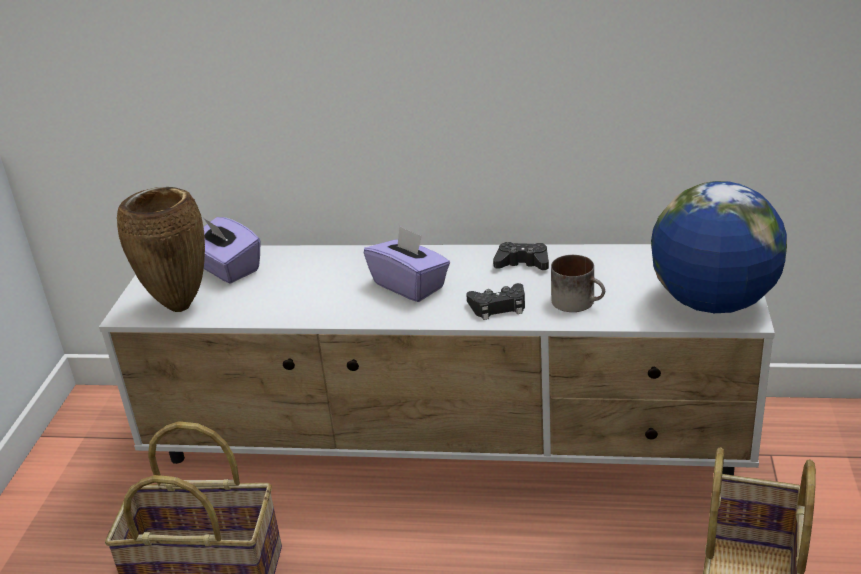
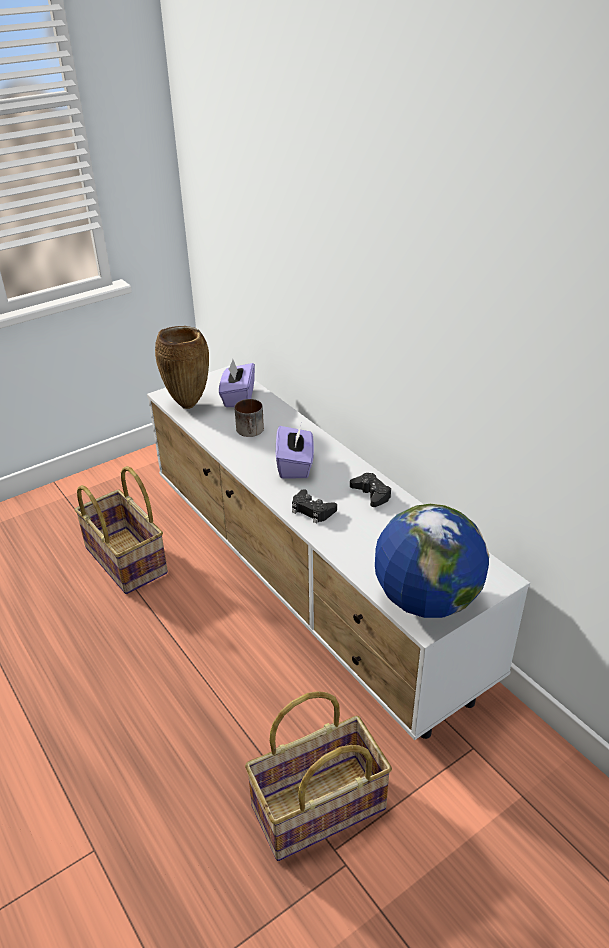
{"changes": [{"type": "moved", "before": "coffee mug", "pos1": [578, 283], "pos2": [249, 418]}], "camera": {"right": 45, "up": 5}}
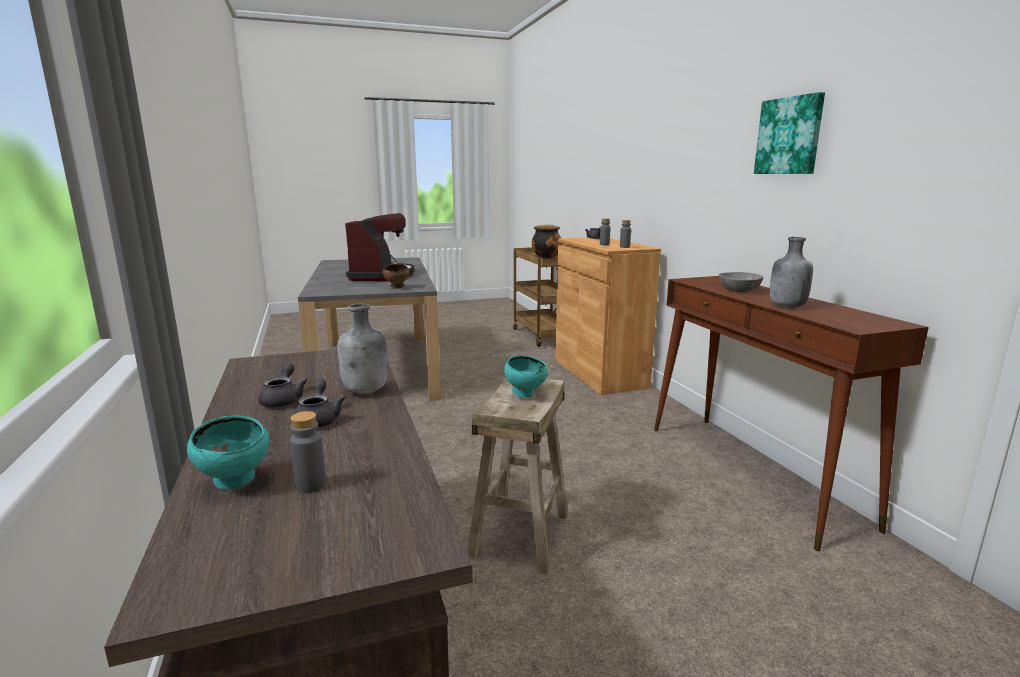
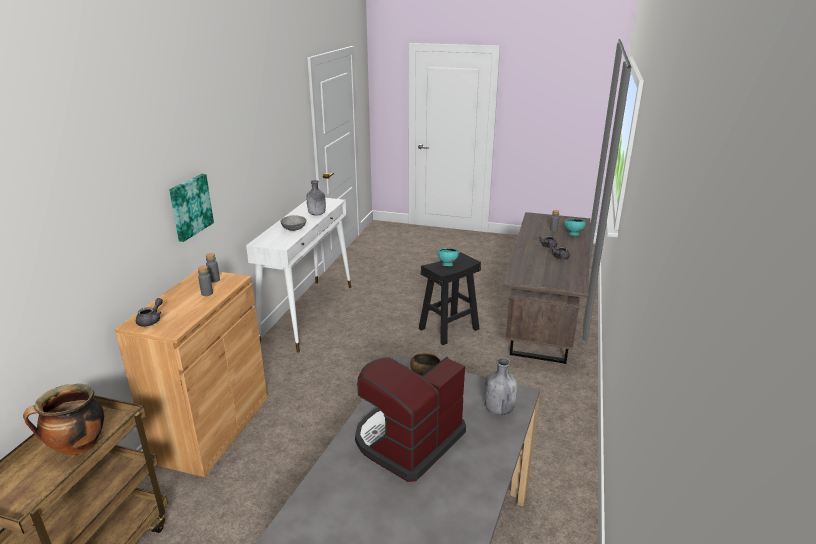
{"changes": [{"type": "moved", "before": "picture", "pos1": [789, 133], "pos2": [191, 208]}, {"type": "recoloured", "before": "brown-coloured narrow table", "after": "whitish narrow table", "pos1": [791, 413], "pos2": [298, 275]}, {"type": "moved", "before": "gray bottle", "pos1": [363, 348], "pos2": [501, 386]}, {"type": "recoloured", "before": "sand-coloured stool seat", "after": "blackish stool seat", "pos1": [517, 476], "pos2": [450, 298]}], "camera": {"right": -145, "up": 10}}
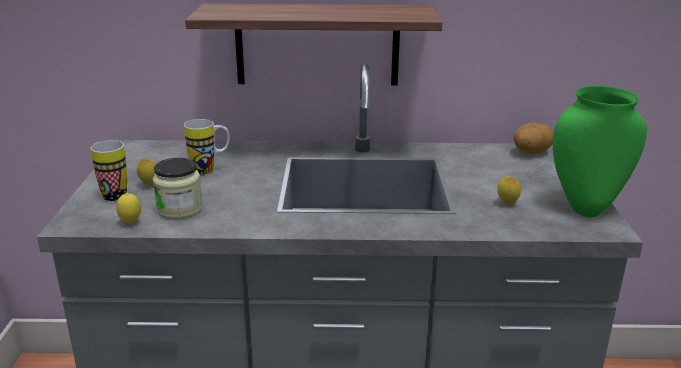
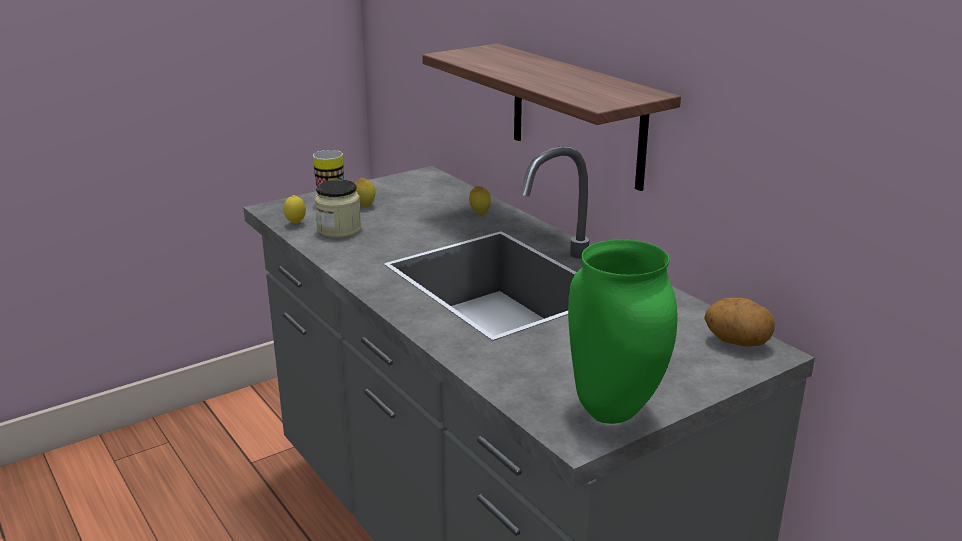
{"changes": [{"type": "removed", "before": "coffee mug", "pos1": [207, 147]}, {"type": "moved", "before": "lemon", "pos1": [509, 190], "pos2": [480, 200]}], "camera": {"right": 55, "up": 0}}
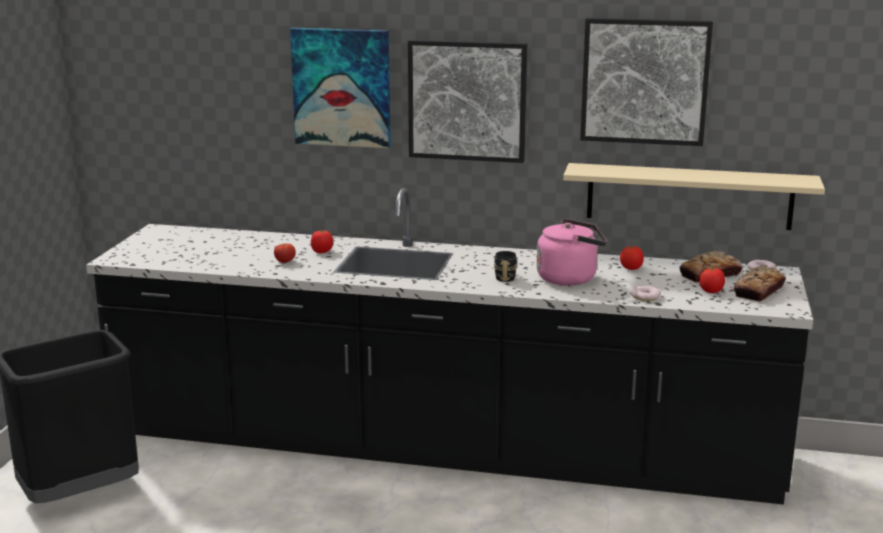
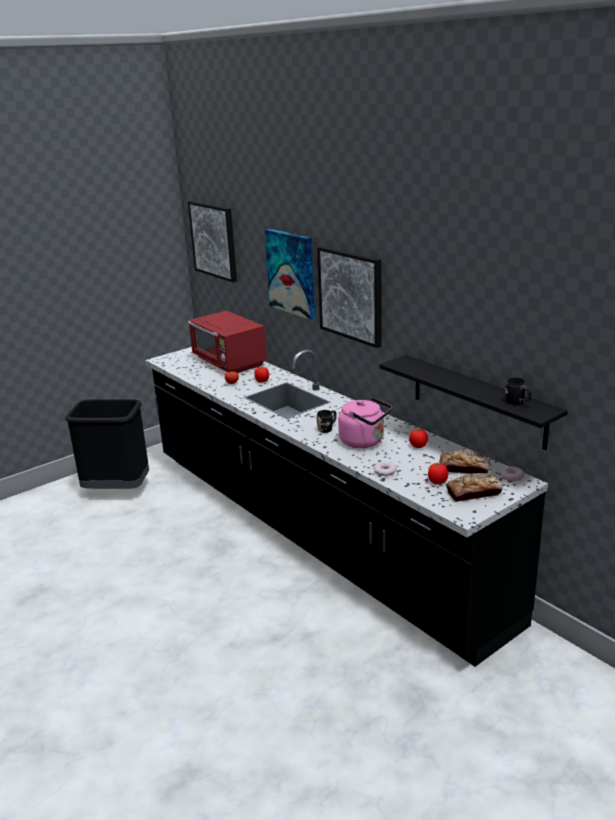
{"changes": [{"type": "moved", "before": "picture", "pos1": [646, 82], "pos2": [212, 241]}, {"type": "recoloured", "before": "sand-coloured bracket shelf", "after": "blackish bracket shelf", "pos1": [694, 196], "pos2": [473, 402]}, {"type": "added", "after": "reddish microwave oven", "pos2": [227, 342]}, {"type": "added", "after": "blackish coffee mug", "pos2": [518, 391]}], "camera": {"right": 40, "up": 5}}
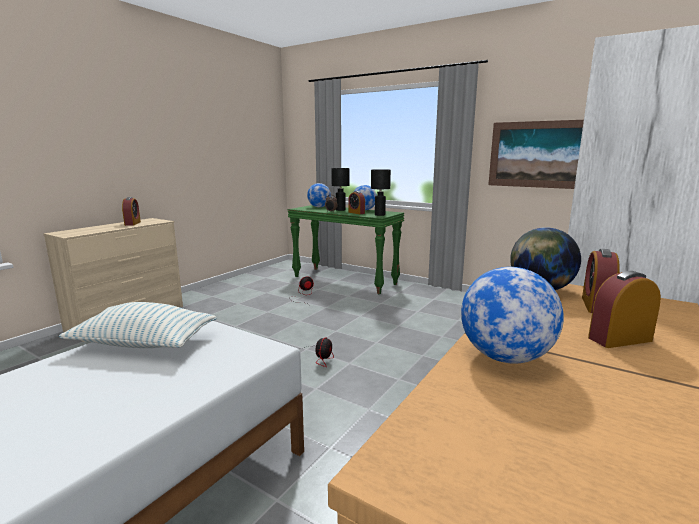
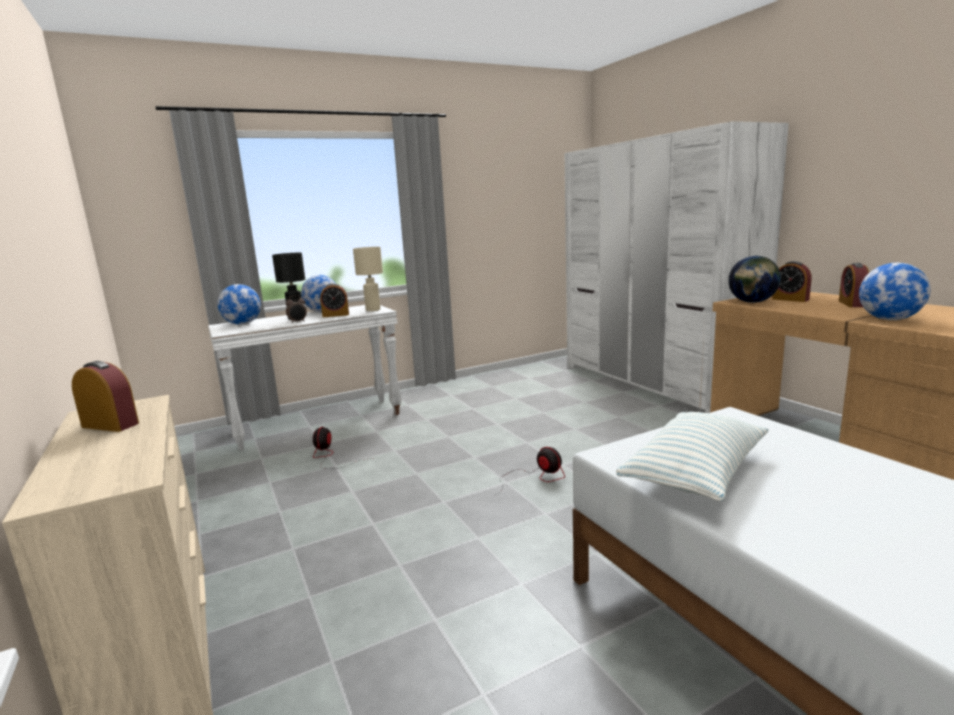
{"changes": [{"type": "removed", "before": "picture", "pos1": [536, 154]}, {"type": "recoloured", "before": "blackish lamp for a table", "after": "sand-coloured lamp for a table", "pos1": [381, 192], "pos2": [368, 279]}, {"type": "recoloured", "before": "green-coloured narrow table", "after": "whitish narrow table", "pos1": [346, 249], "pos2": [305, 378]}], "camera": {"right": -60, "up": 0}}
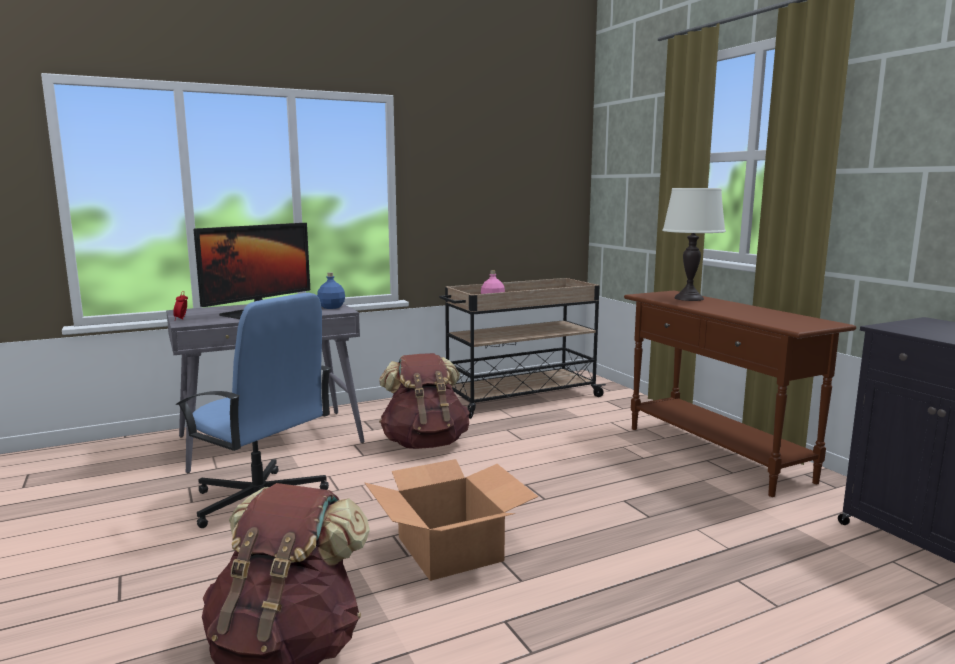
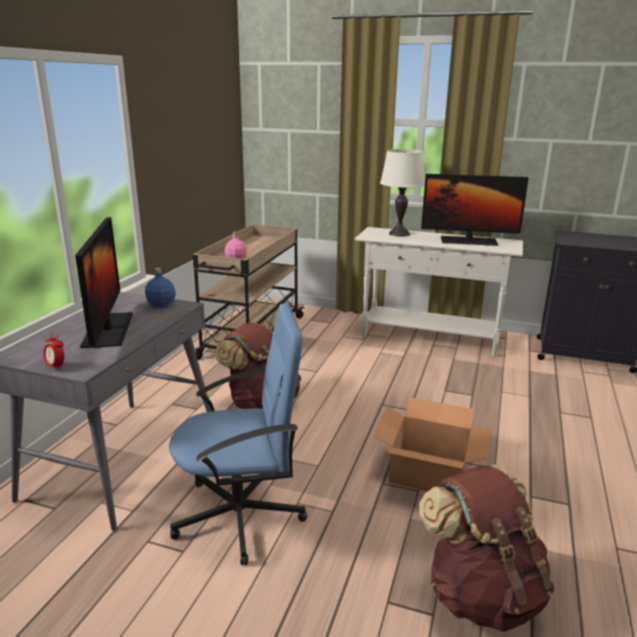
{"changes": [{"type": "recoloured", "before": "brown-coloured narrow table", "after": "whitish narrow table", "pos1": [740, 394], "pos2": [439, 292]}, {"type": "added", "after": "monitor", "pos2": [475, 210]}], "camera": {"right": -45, "up": 10}}
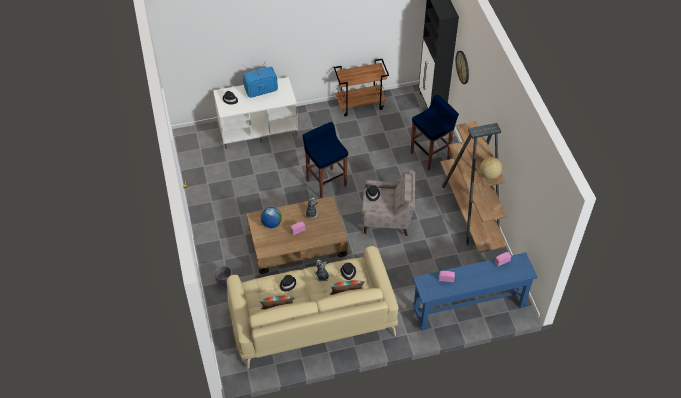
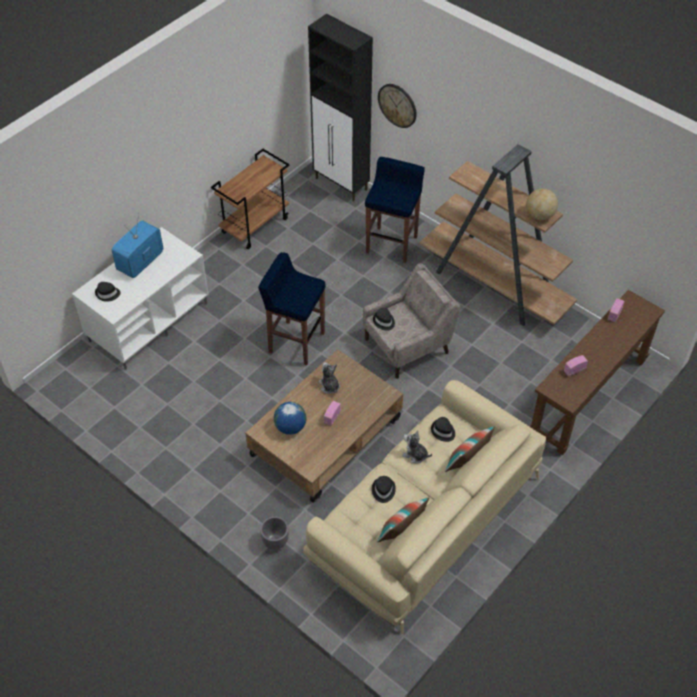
{"changes": [{"type": "recoloured", "before": "blue-coloured narrow table", "after": "brown-coloured narrow table", "pos1": [475, 291], "pos2": [597, 372]}], "camera": {"right": -35, "up": 0}}
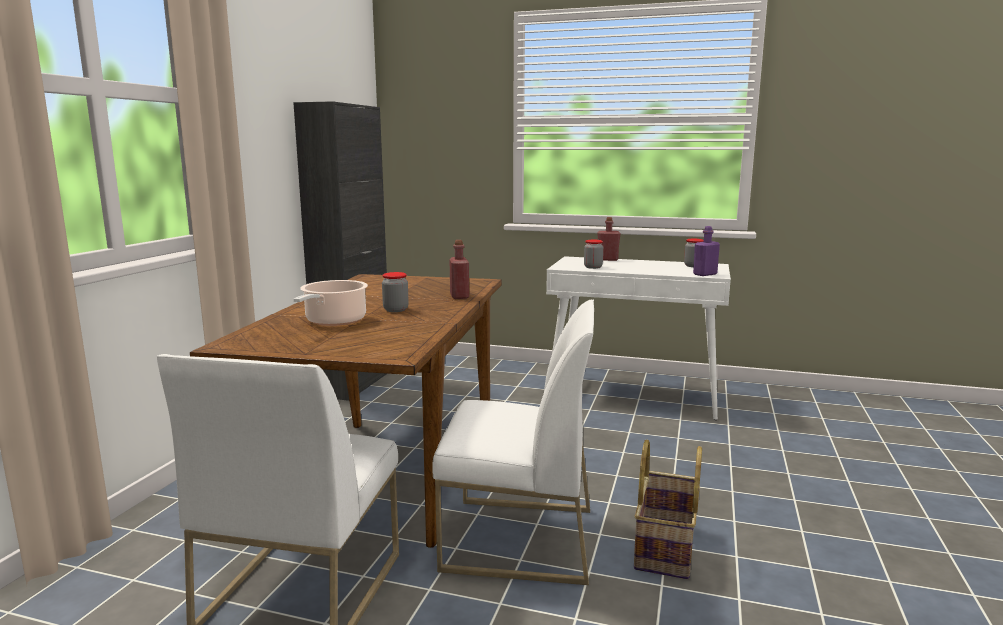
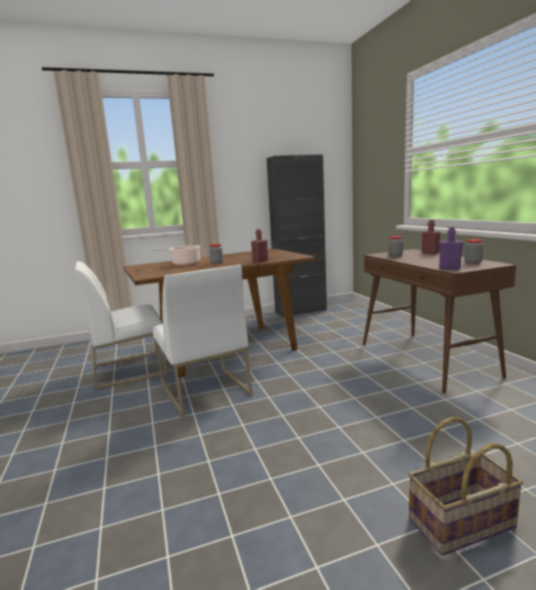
{"changes": [{"type": "recoloured", "before": "whitish narrow table", "after": "brown-coloured narrow table", "pos1": [638, 338], "pos2": [439, 321]}, {"type": "moved", "before": "storage basket", "pos1": [668, 509], "pos2": [466, 486]}], "camera": {"right": 55, "up": 0}}
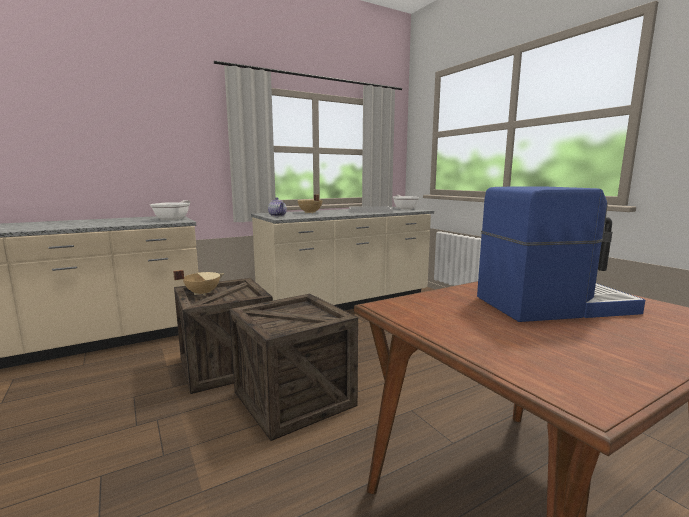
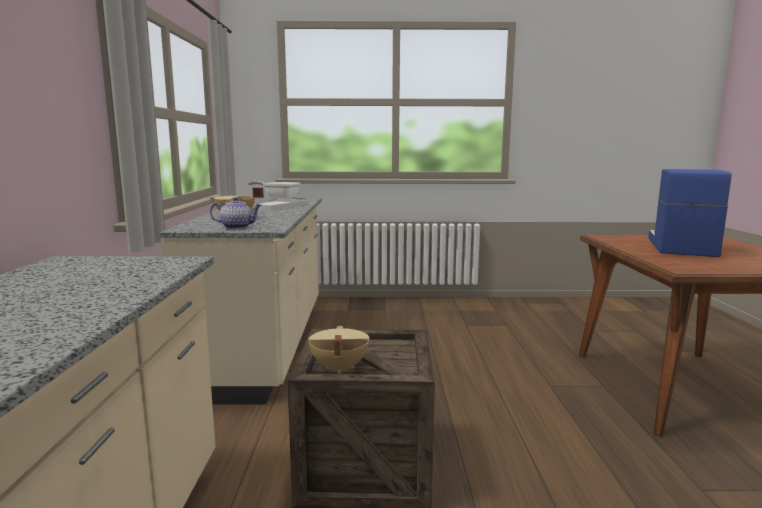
{"changes": [{"type": "removed", "before": "pan", "pos1": [170, 210]}, {"type": "removed", "before": "shipping crate", "pos1": [293, 367]}], "camera": {"right": -60, "up": 0}}
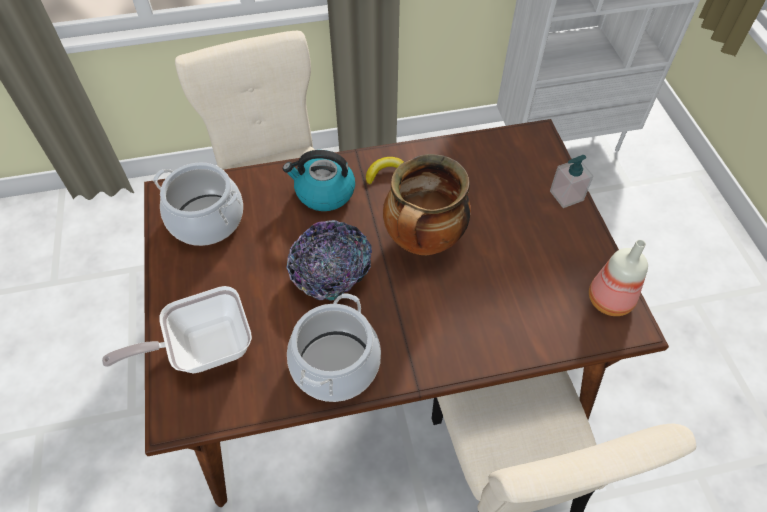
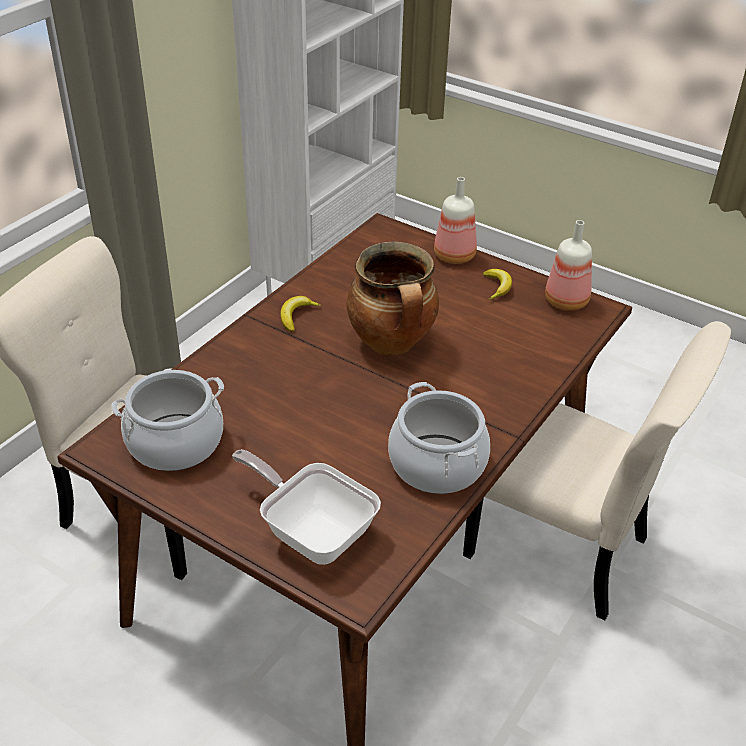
{"changes": [{"type": "removed", "before": "tea kettle", "pos1": [319, 180]}, {"type": "replaced", "before": "liquid soap bottle", "after": "bottle", "pos1": [572, 181], "pos2": [455, 220]}, {"type": "removed", "before": "serving bowl", "pos1": [329, 260]}, {"type": "turned", "before": "pan", "pos1": [177, 330], "pos2": [306, 507], "turn": 105}, {"type": "added", "after": "whole banana", "pos2": [497, 284]}], "camera": {"right": -45, "up": -15}}
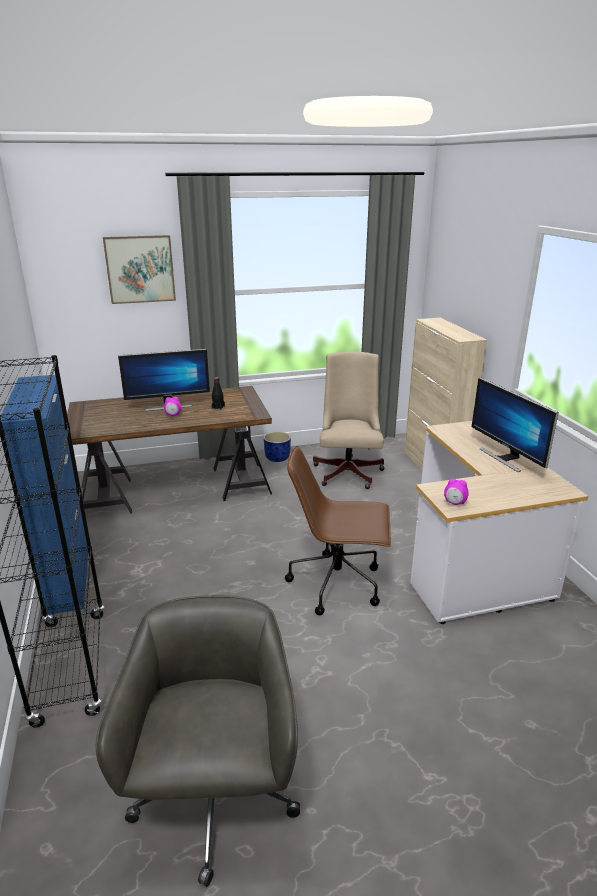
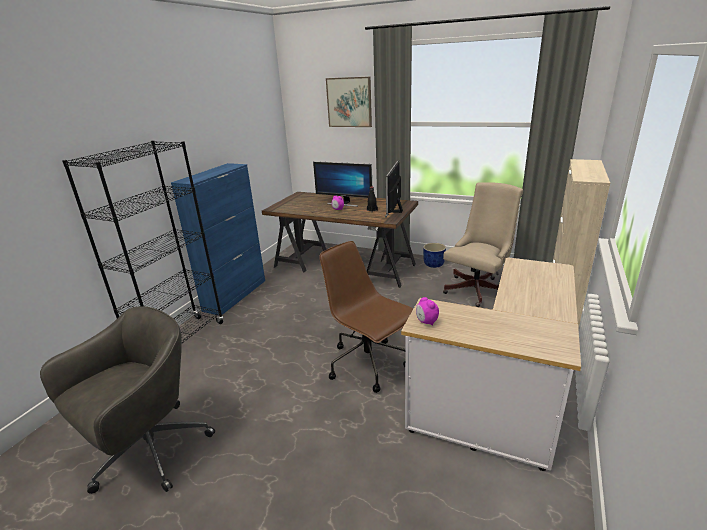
{"changes": [{"type": "moved", "before": "monitor", "pos1": [515, 424], "pos2": [394, 188]}], "camera": {"right": 40, "up": 0}}
